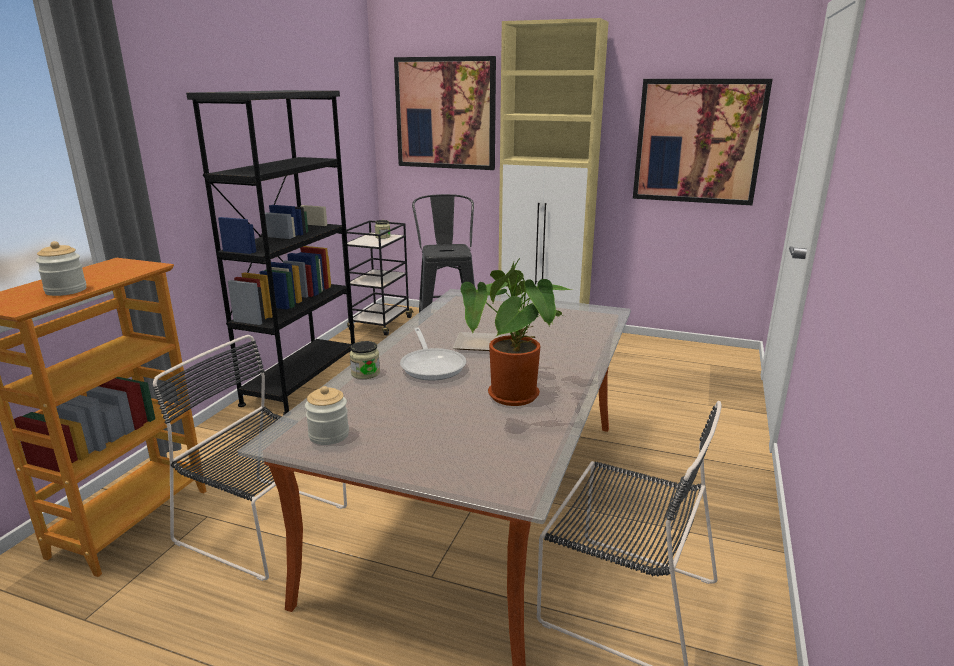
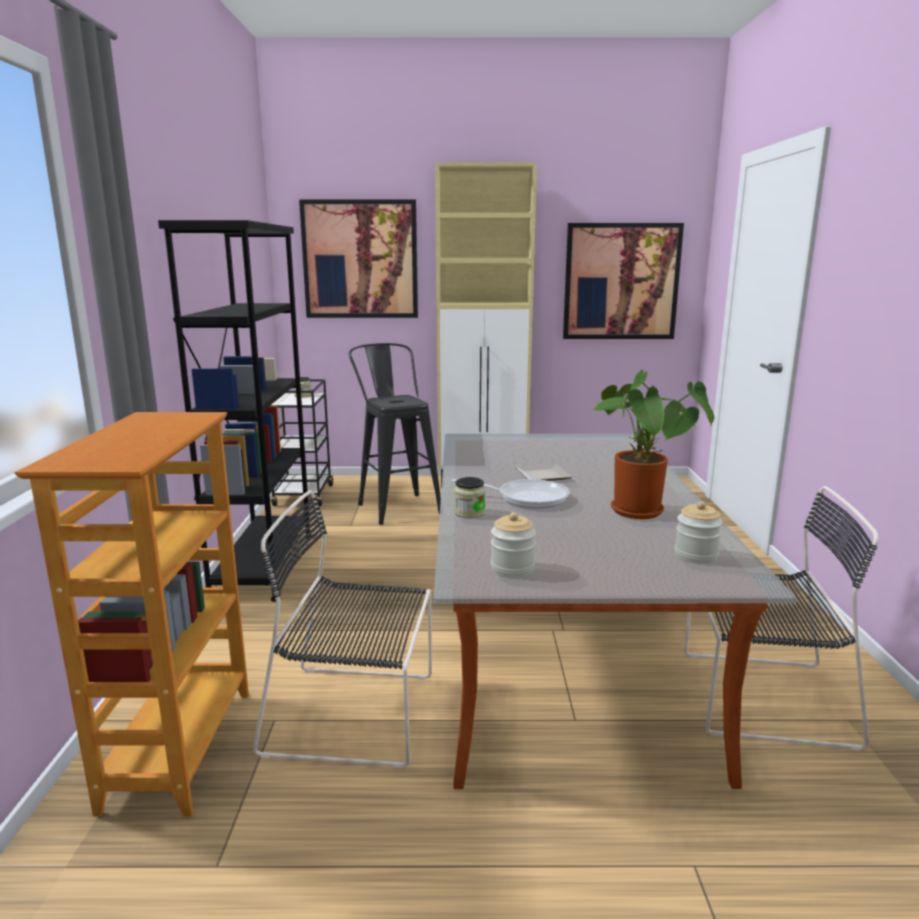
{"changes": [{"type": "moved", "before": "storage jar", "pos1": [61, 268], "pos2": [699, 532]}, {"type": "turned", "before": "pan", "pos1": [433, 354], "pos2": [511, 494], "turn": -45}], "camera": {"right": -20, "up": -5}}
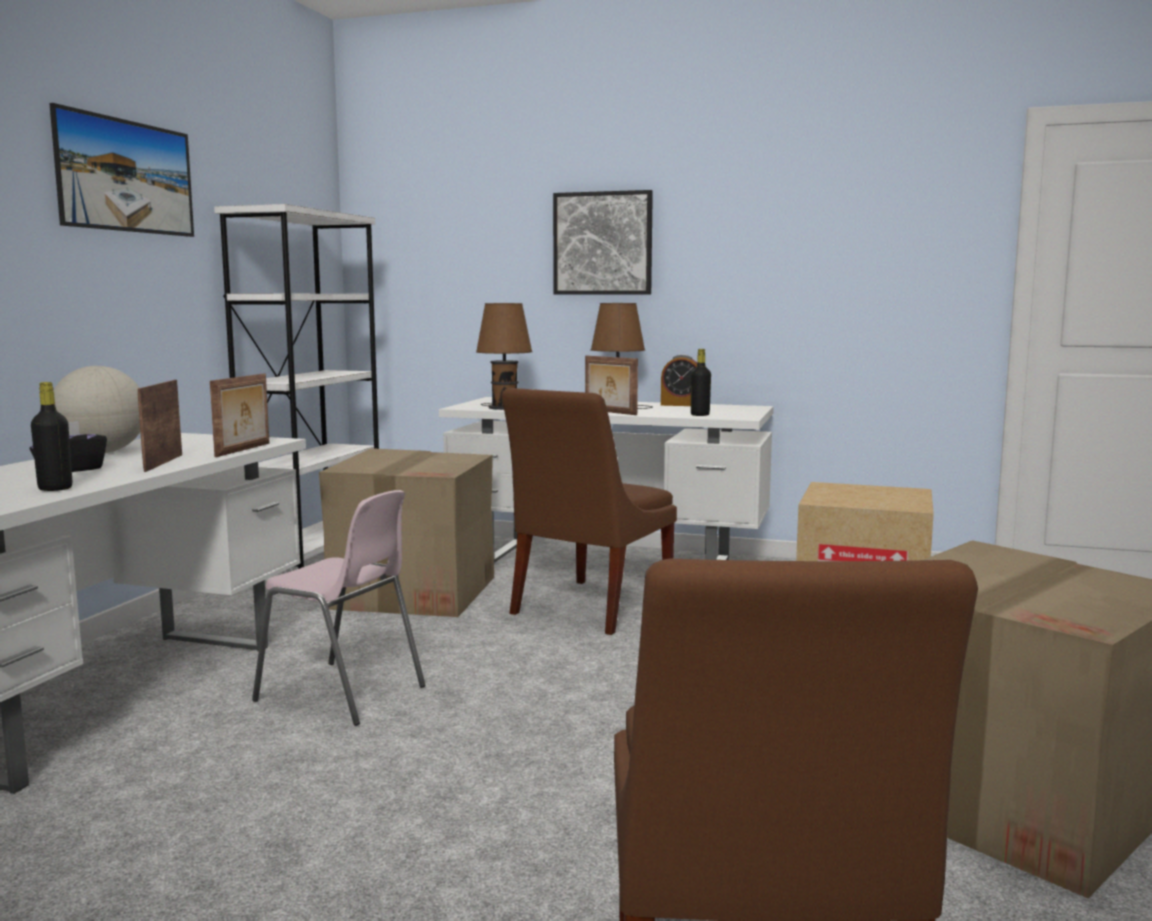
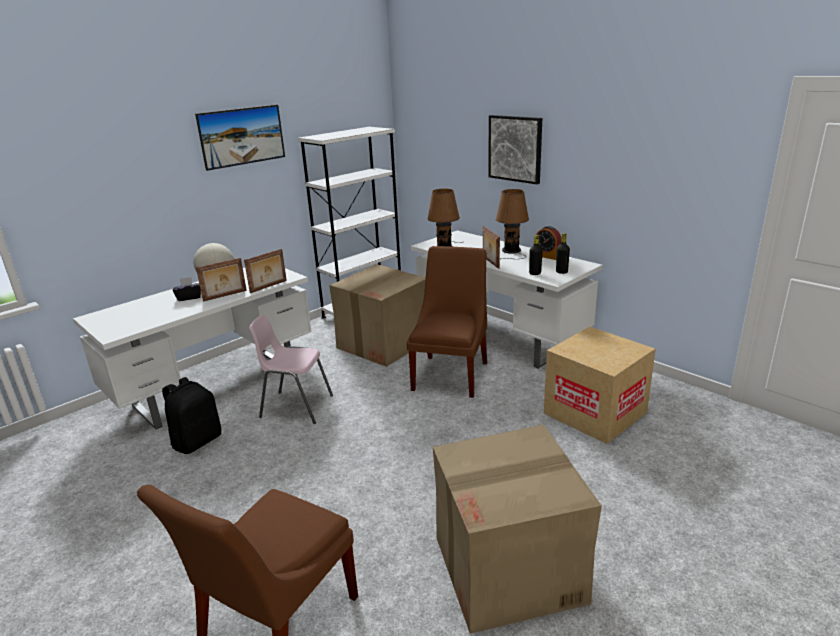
{"changes": [{"type": "turned", "before": "standing frame", "pos1": [160, 426], "pos2": [221, 280], "turn": -150}, {"type": "moved", "before": "blackish bottle", "pos1": [51, 436], "pos2": [563, 253]}, {"type": "turned", "before": "brown-coloured chair", "pos1": [589, 511], "pos2": [447, 322], "turn": 135}, {"type": "turned", "before": "pinkish chair", "pos1": [338, 608], "pos2": [291, 369], "turn": 135}, {"type": "added", "after": "blackish knapsack", "pos2": [191, 415]}], "camera": {"right": 30, "up": 15}}
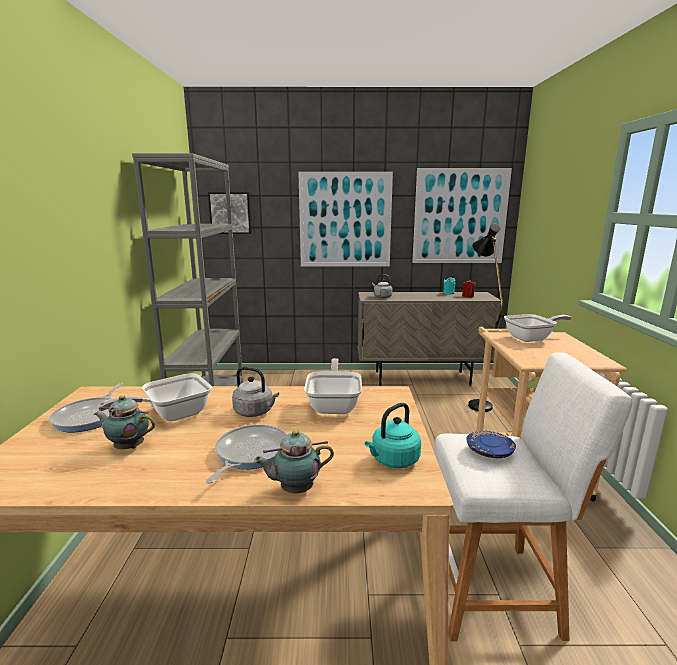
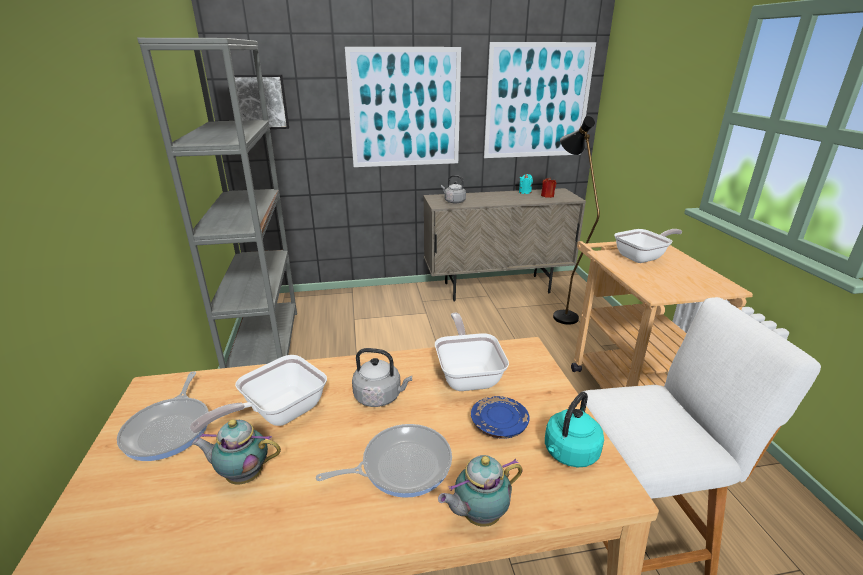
{"changes": [{"type": "turned", "before": "pan", "pos1": [246, 454], "pos2": [384, 461], "turn": 60}, {"type": "moved", "before": "blue-coloured dinner plate", "pos1": [491, 444], "pos2": [500, 417]}], "camera": {"right": -10, "up": 10}}
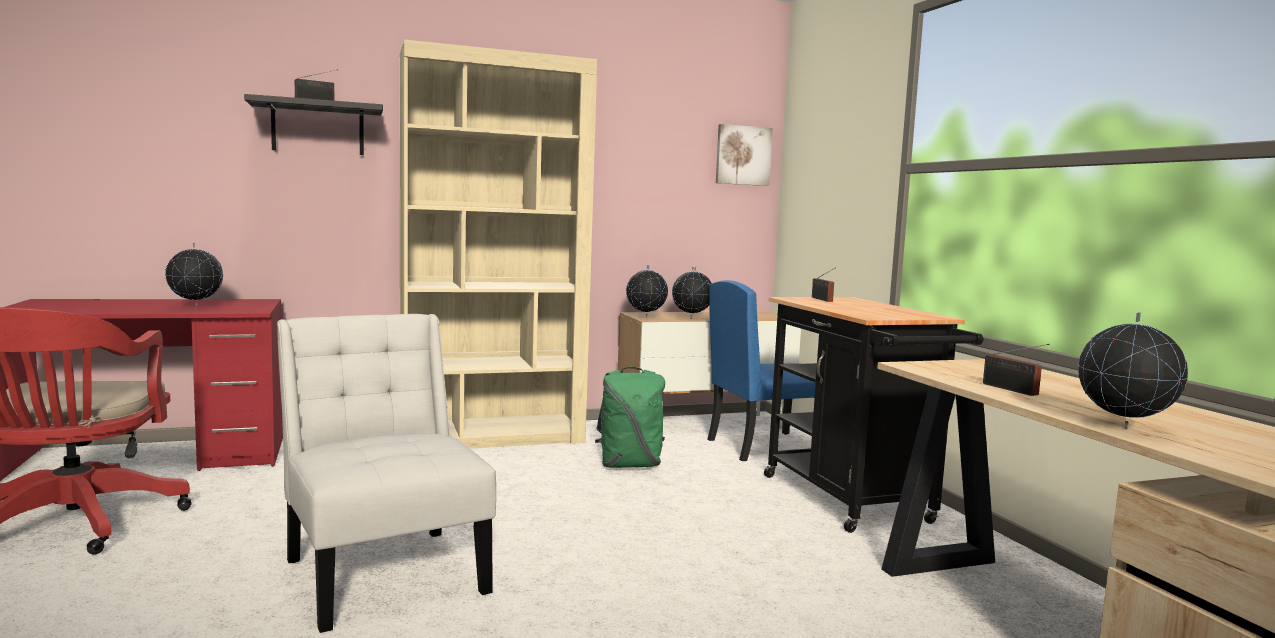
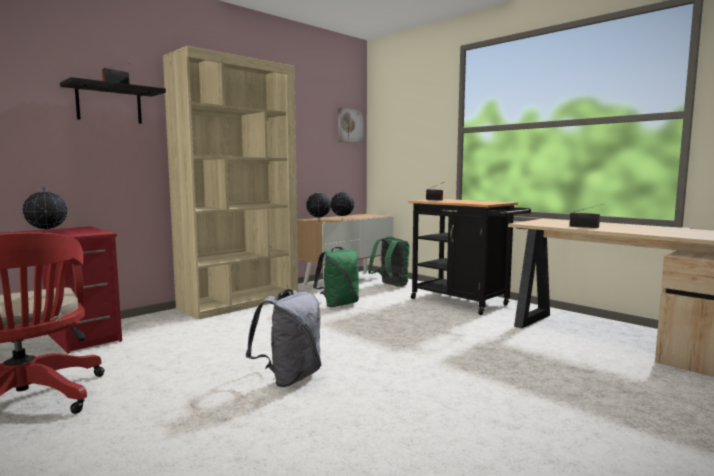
{"changes": [{"type": "replaced", "before": "blue-coloured chair", "after": "green-coloured knapsack", "pos1": [761, 370], "pos2": [388, 261]}, {"type": "removed", "before": "globe", "pos1": [1133, 370]}, {"type": "replaced", "before": "whitish chair", "after": "gray knapsack", "pos1": [386, 473], "pos2": [283, 338]}], "camera": {"right": -25, "up": 0}}
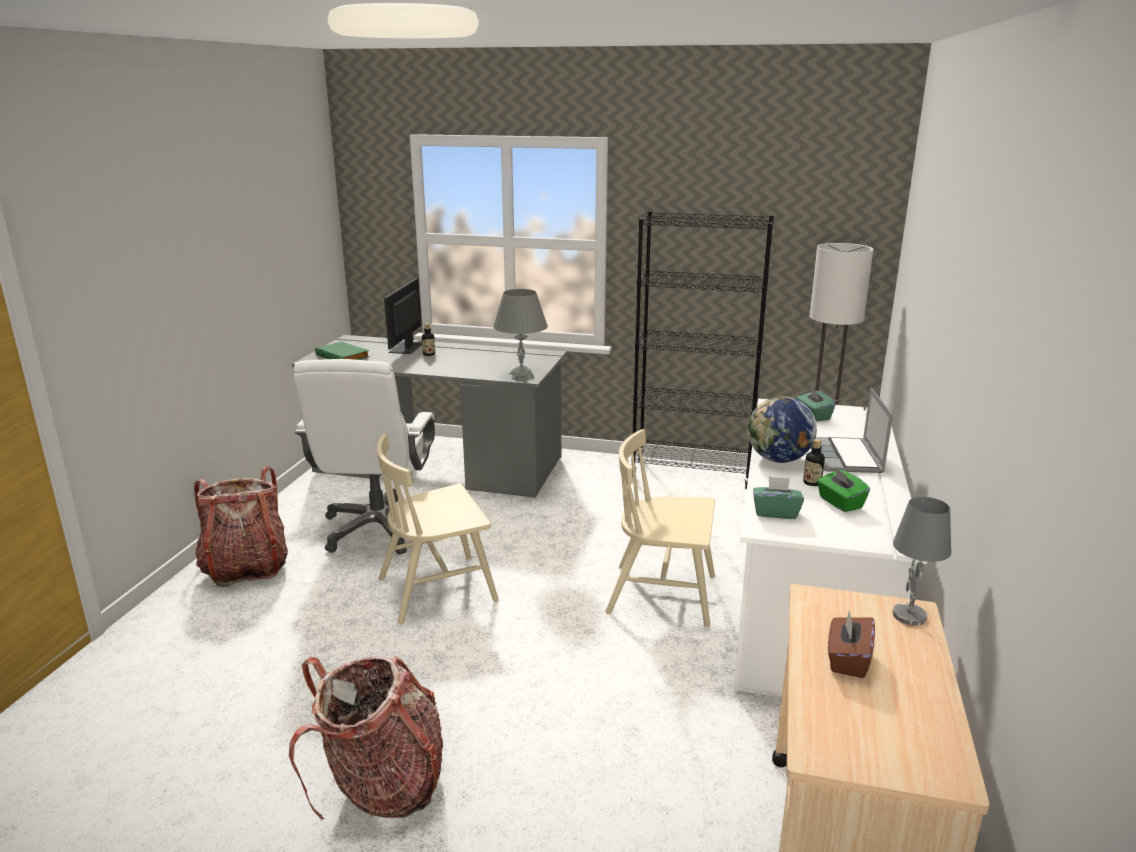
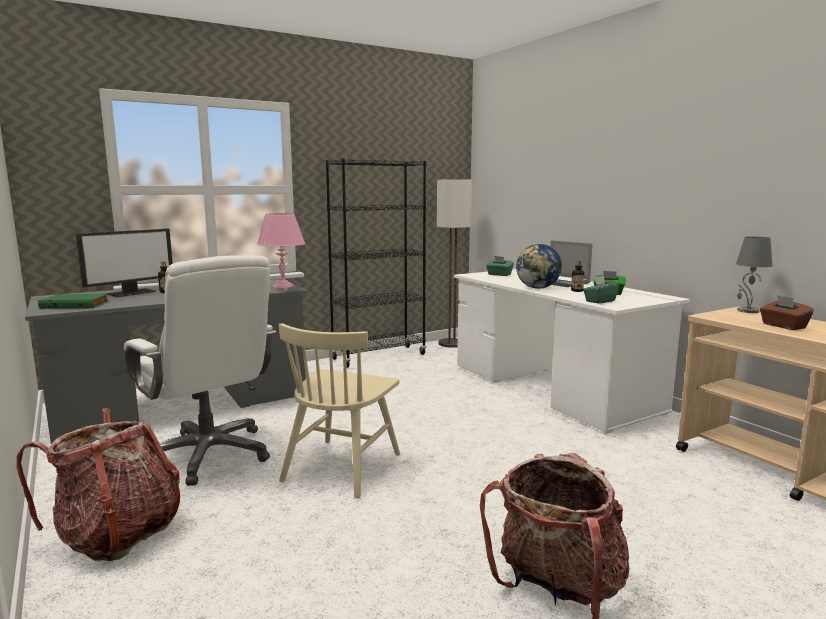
{"changes": [{"type": "turned", "before": "monitor", "pos1": [403, 316], "pos2": [124, 263], "turn": -105}, {"type": "recoloured", "before": "gray lamp for a table", "after": "pinkish lamp for a table", "pos1": [520, 334], "pos2": [281, 252]}, {"type": "removed", "before": "sand-coloured chair", "pos1": [660, 528]}], "camera": {"right": -45, "up": -10}}
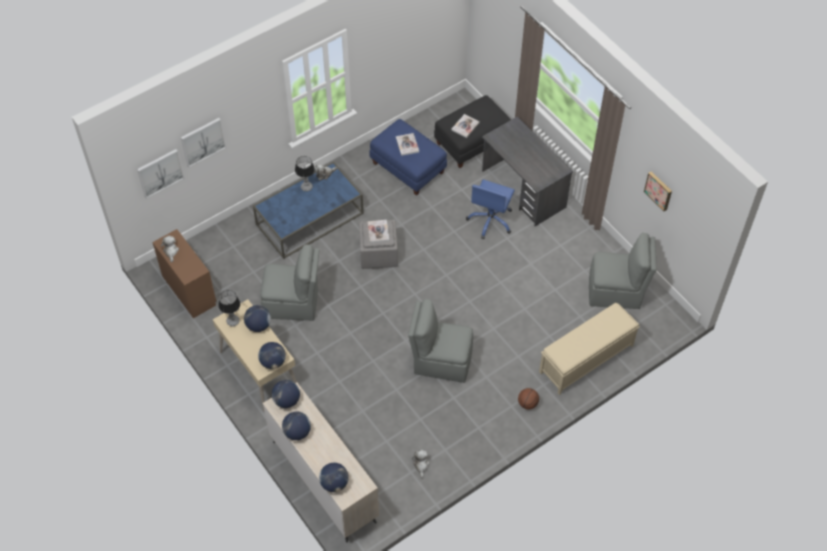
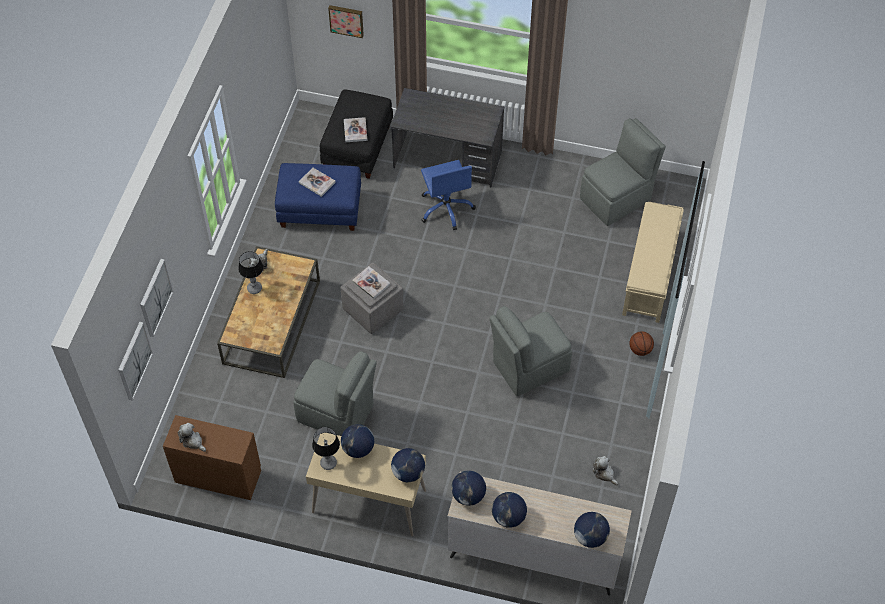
{"changes": [{"type": "recoloured", "before": "blue-coloured lounge table", "after": "brown-coloured lounge table", "pos1": [308, 210], "pos2": [268, 312]}, {"type": "moved", "before": "picture", "pos1": [658, 191], "pos2": [346, 21]}, {"type": "turned", "before": "gray chair", "pos1": [290, 282], "pos2": [335, 393], "turn": 60}], "camera": {"right": -40, "up": 0}}
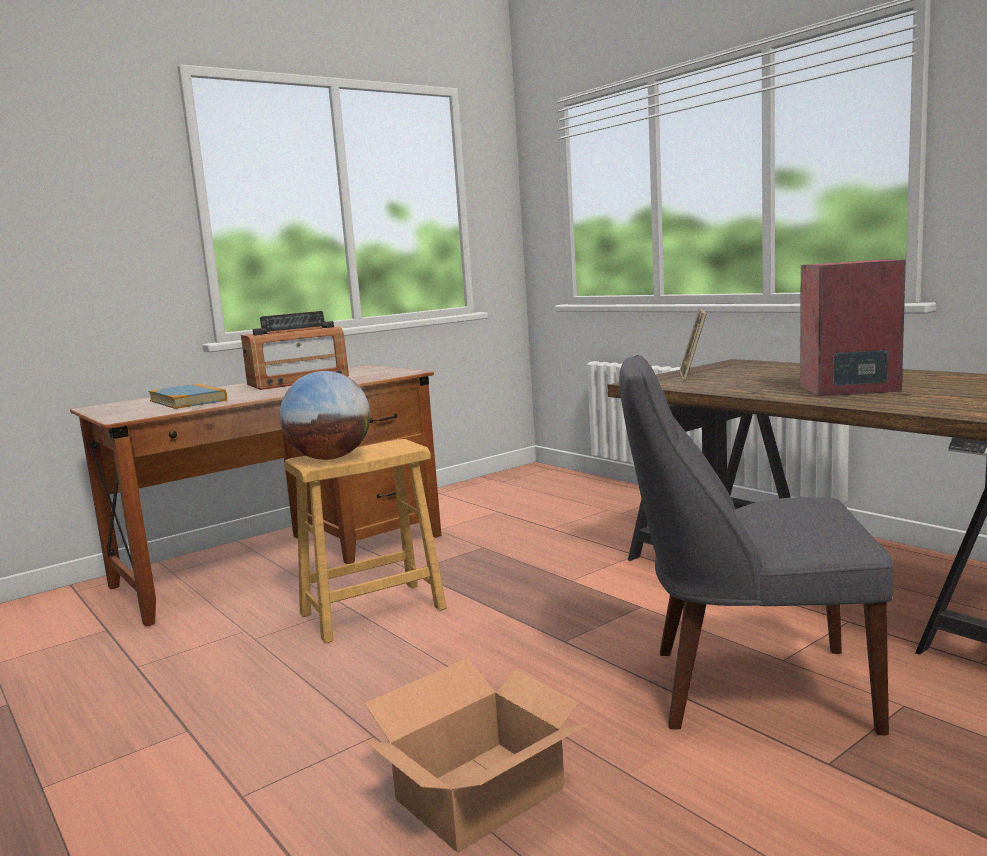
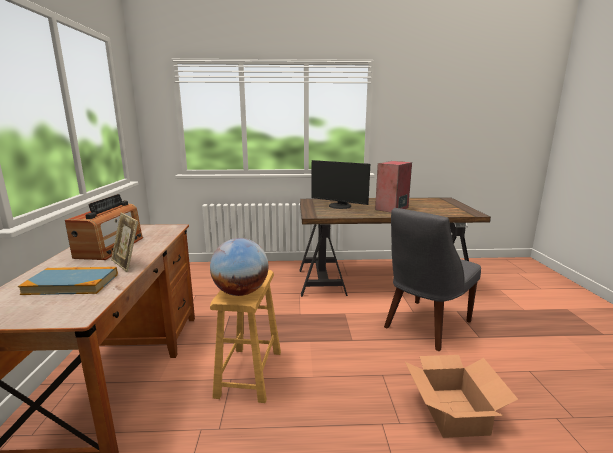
{"changes": [{"type": "moved", "before": "standing frame", "pos1": [692, 344], "pos2": [124, 242]}, {"type": "added", "after": "monitor", "pos2": [340, 184]}], "camera": {"right": -55, "up": 5}}
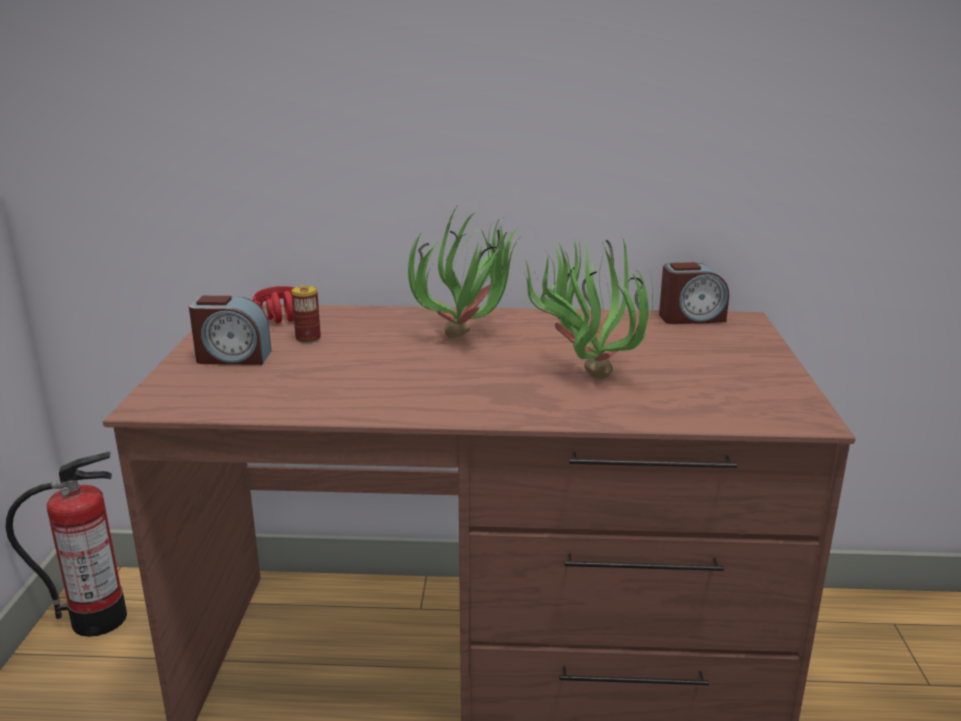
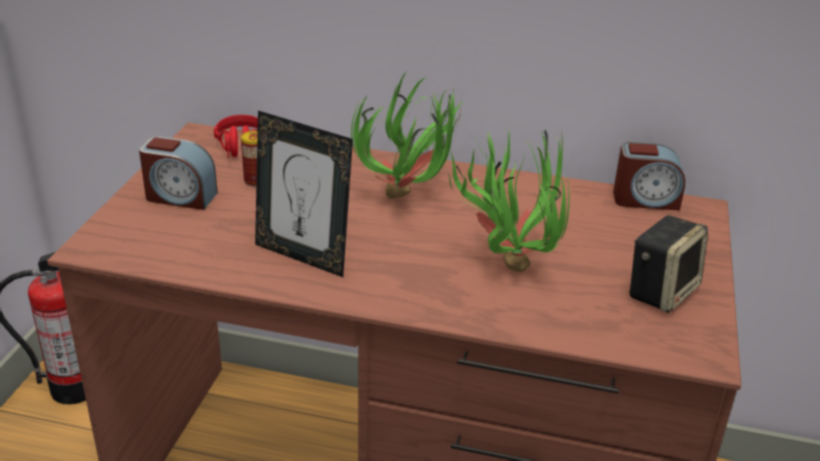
{"changes": [{"type": "added", "after": "standing frame", "pos2": [304, 194]}, {"type": "added", "after": "audio speaker", "pos2": [668, 264]}], "camera": {"right": 10, "up": 10}}
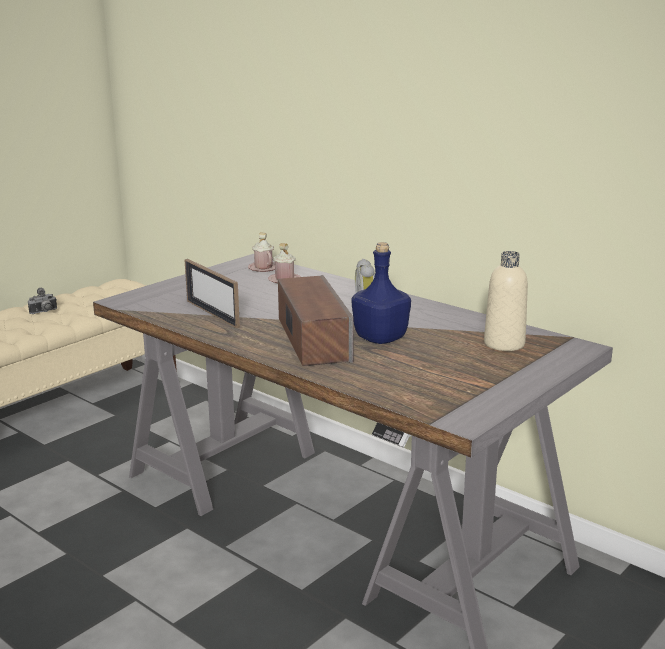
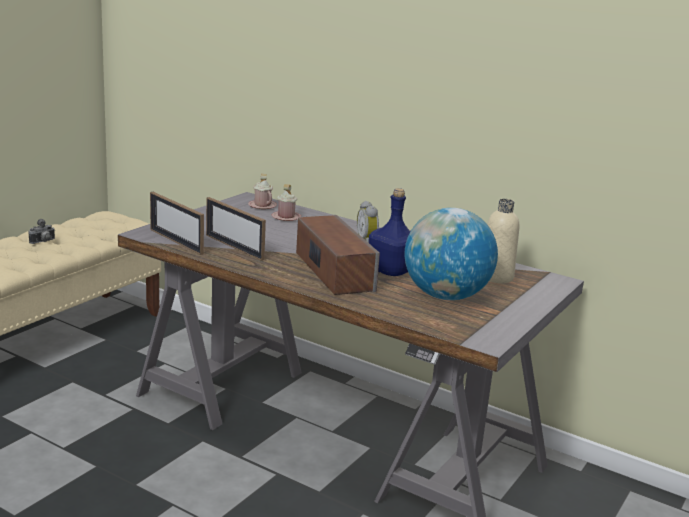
{"changes": [{"type": "added", "after": "standing frame", "pos2": [177, 223]}, {"type": "added", "after": "globe", "pos2": [451, 254]}], "camera": {"right": -10, "up": 0}}
